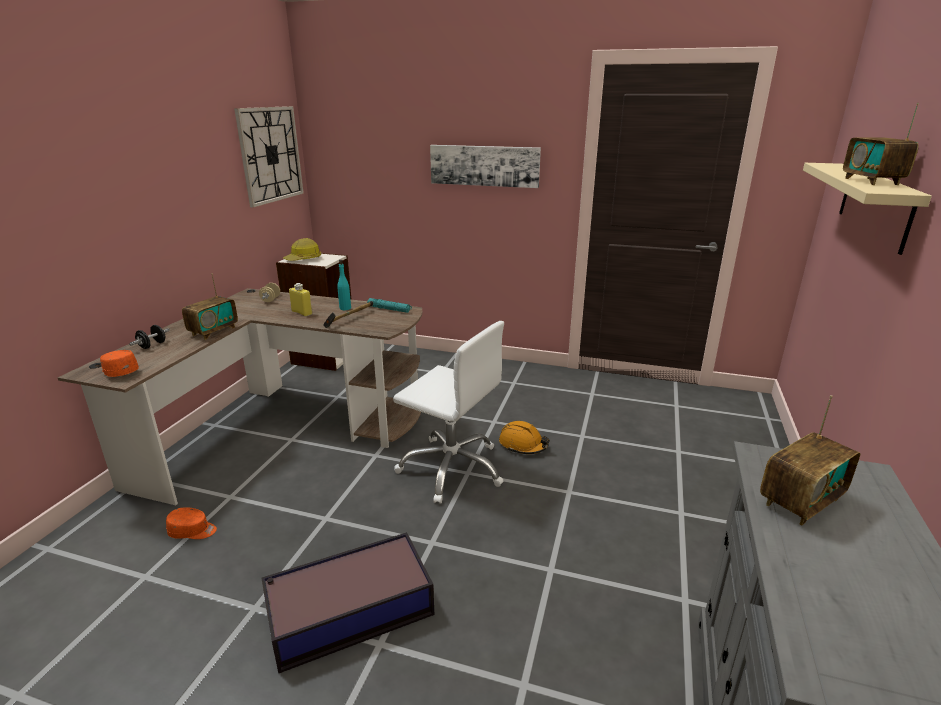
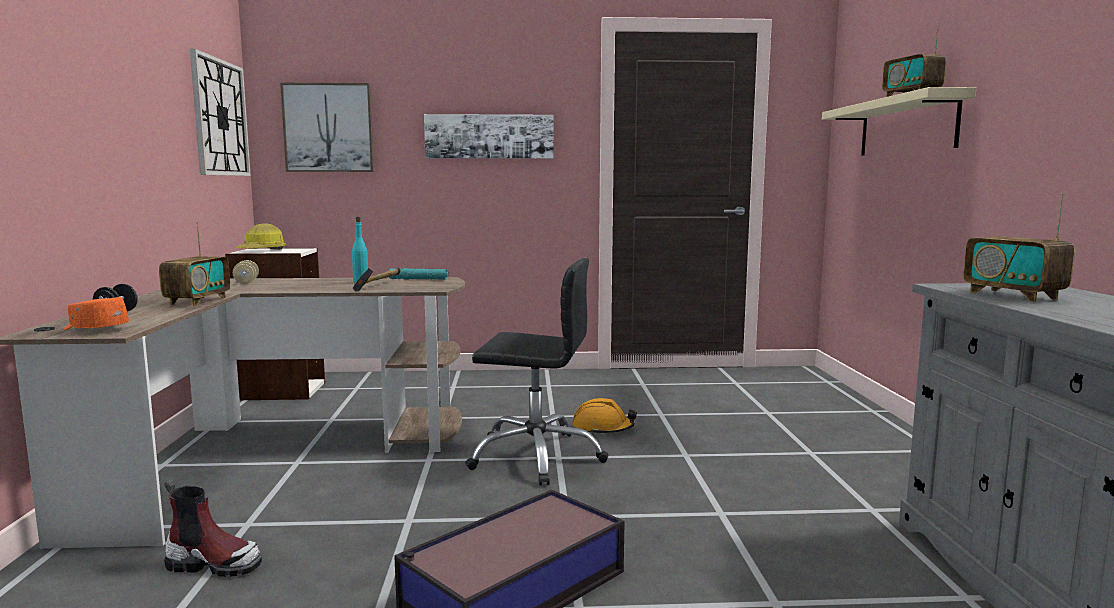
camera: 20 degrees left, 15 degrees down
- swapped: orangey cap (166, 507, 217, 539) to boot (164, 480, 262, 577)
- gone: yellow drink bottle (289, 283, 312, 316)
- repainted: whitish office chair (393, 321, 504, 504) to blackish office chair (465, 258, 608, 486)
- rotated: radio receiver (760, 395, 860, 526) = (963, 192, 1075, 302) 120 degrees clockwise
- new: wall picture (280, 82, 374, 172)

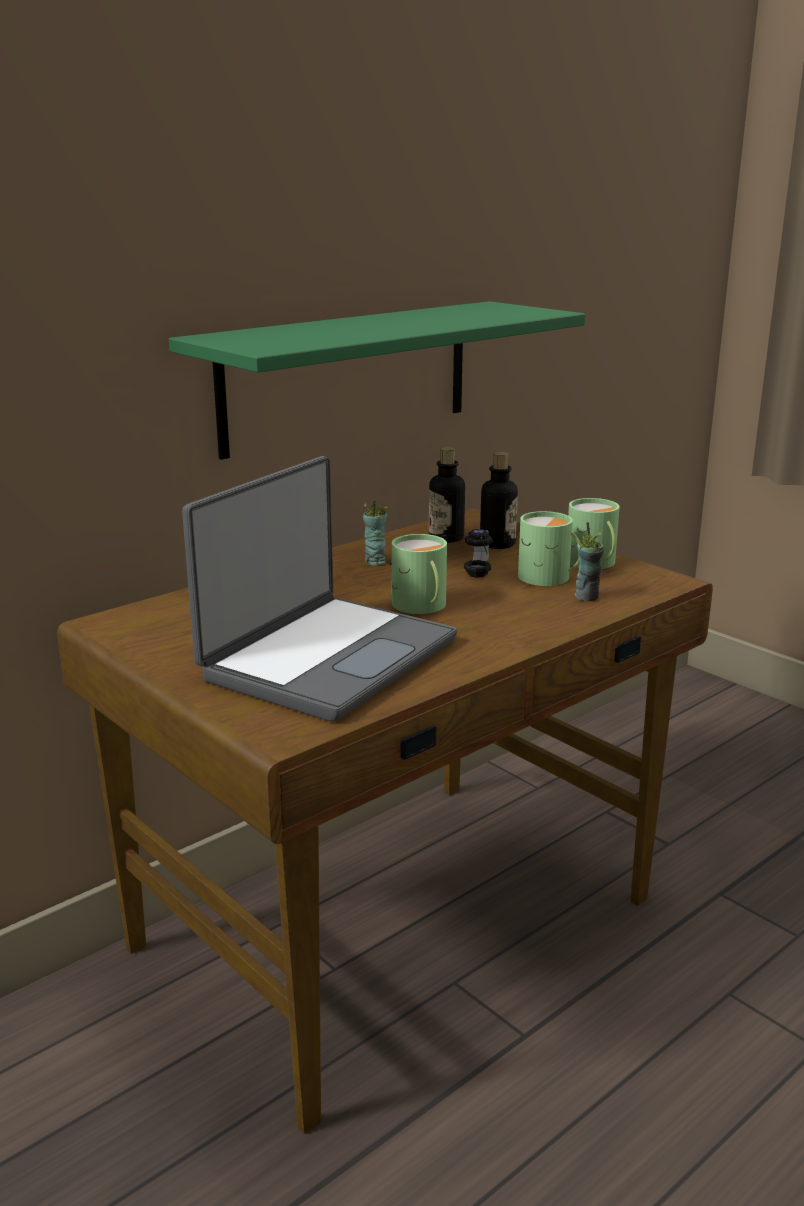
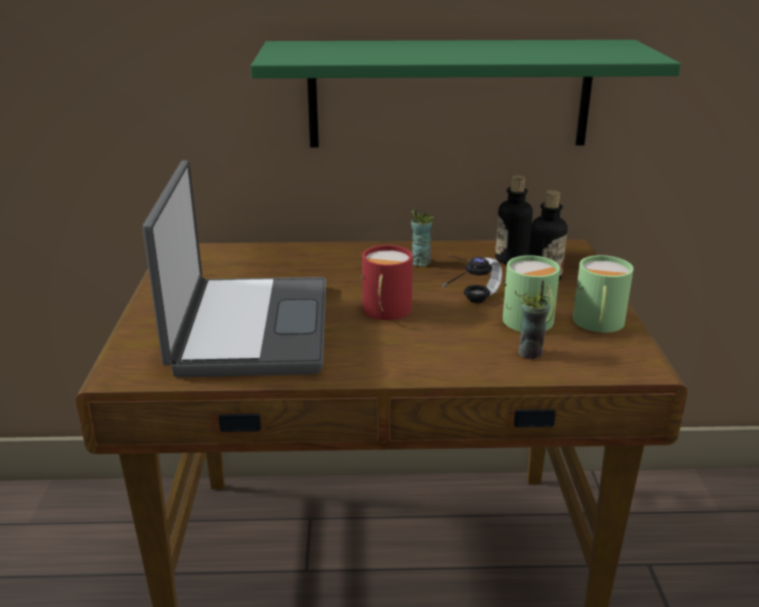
camera: 40 degrees right, 5 degrees up
- rotated: portable computer (182, 456, 457, 722) = (143, 160, 326, 377) 75 degrees counterclockwise
- repainted: greenish coffee mug (390, 534, 447, 614) to red coffee mug (361, 245, 413, 320)

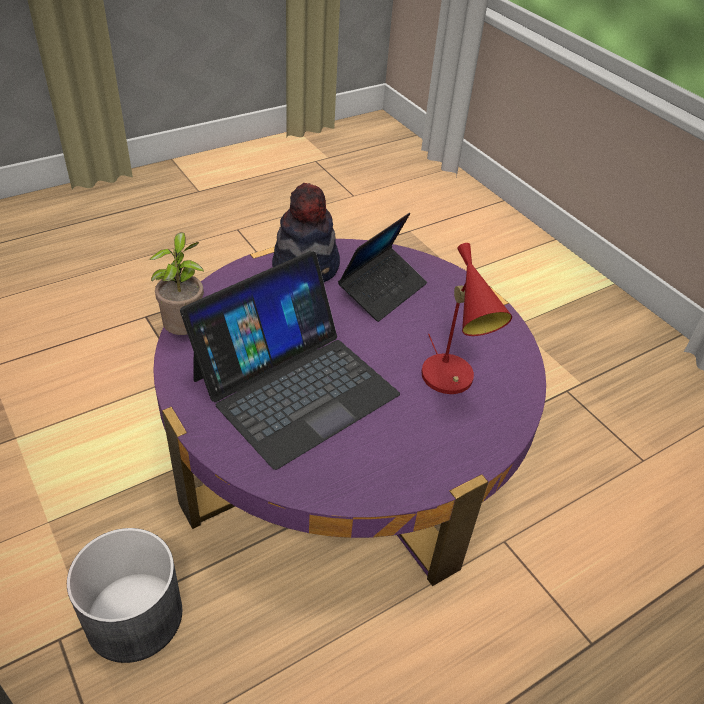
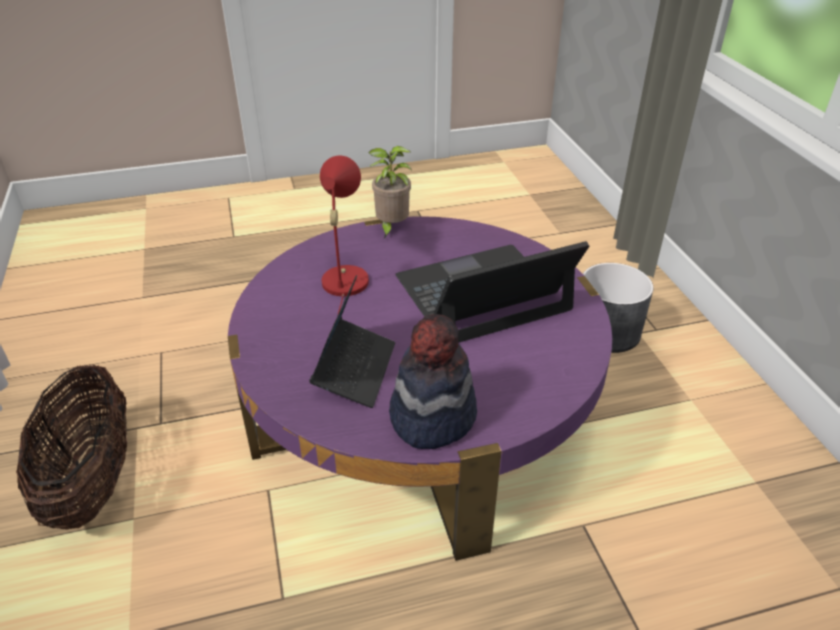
camera: 160 degrees left, 5 degrees down
- shifted: plant in a pot (149, 232, 204, 335) to (368, 146, 412, 238)
- rotated: portable computer (338, 213, 427, 322) = (309, 275, 395, 408) 135 degrees clockwise
- new: basket (16, 364, 127, 530)

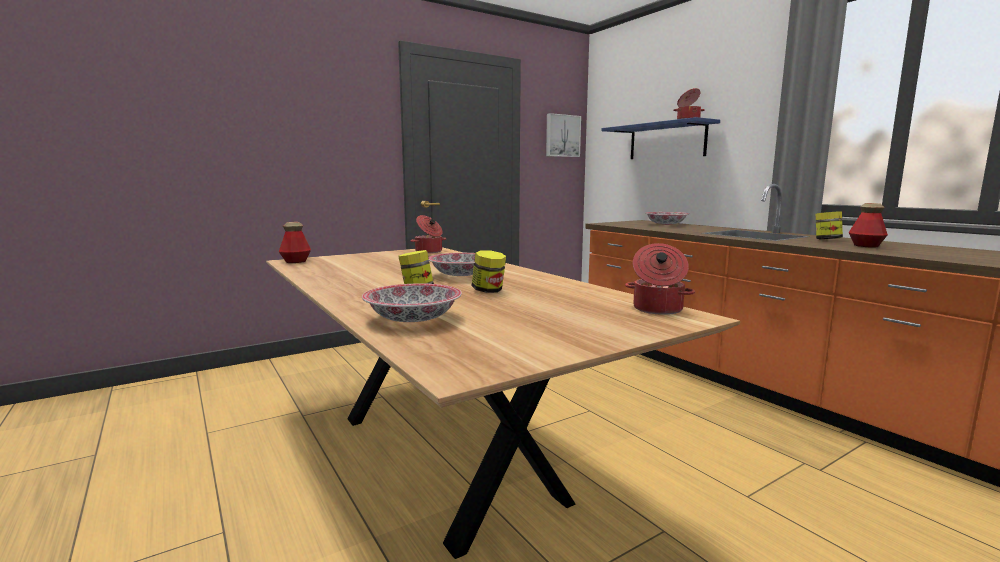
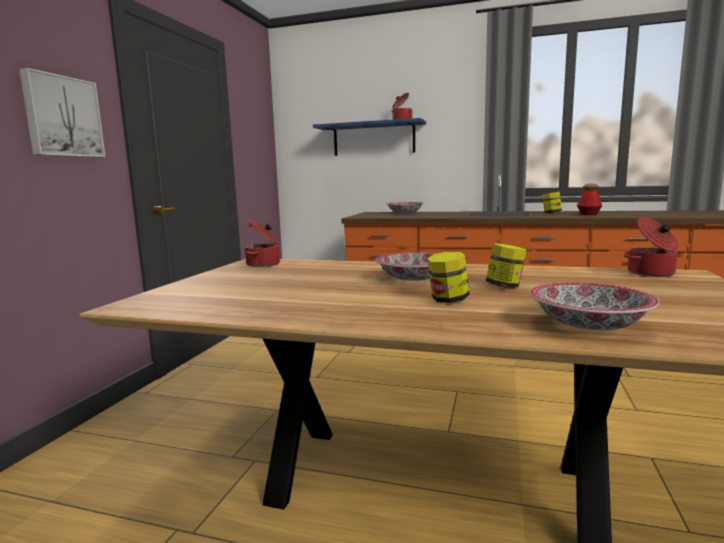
camera: 40 degrees left, 0 degrees up
- gone: drink bottle (279, 222, 311, 263)
- shifted: wall picture (546, 113, 581, 157) to (19, 68, 106, 157)

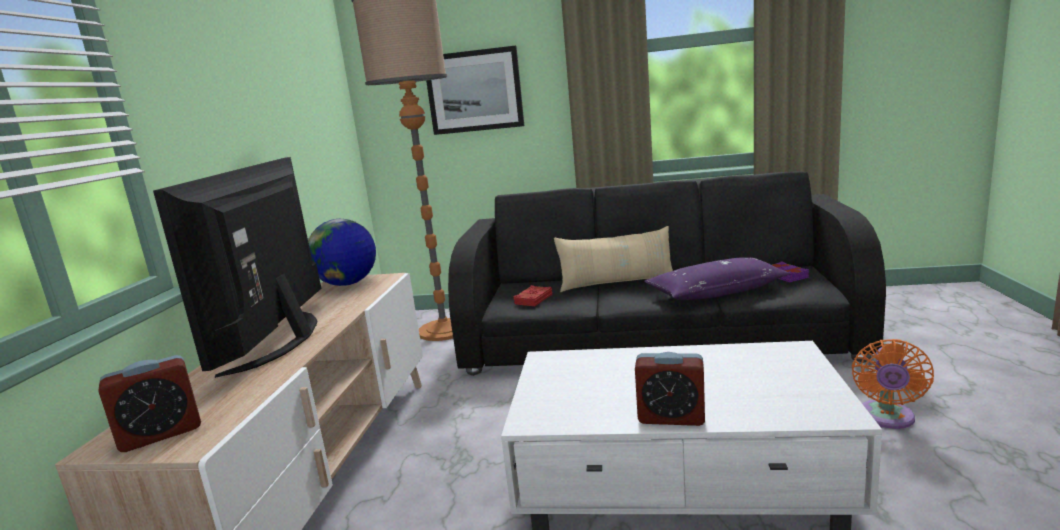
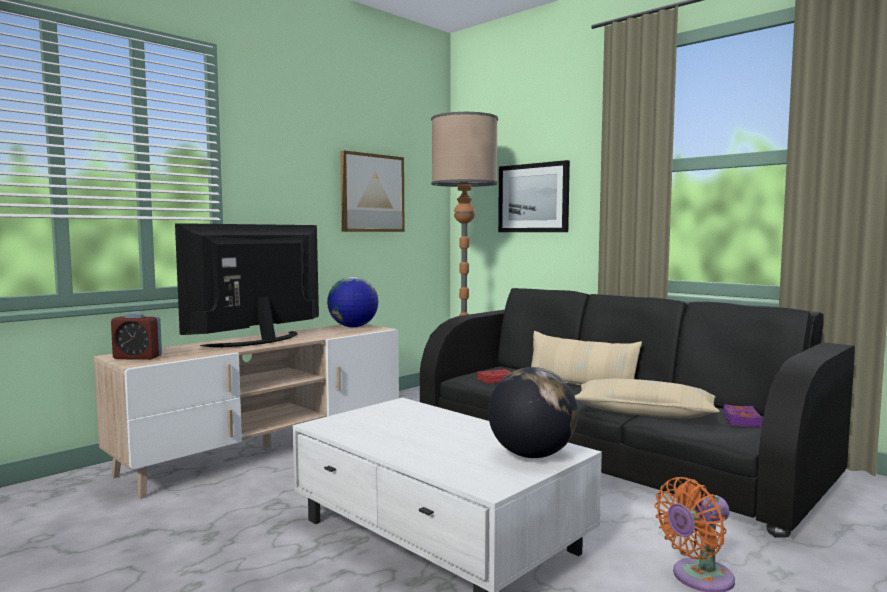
camera: 35 degrees right, 10 degrees down
- gone: bedside clock (635, 352, 705, 426)
- repainted: purple-coloured cushion (644, 257, 790, 300) to sand-coloured cushion (575, 379, 720, 418)
- new: wall picture (340, 150, 404, 232)
- new: world globe (488, 367, 578, 458)

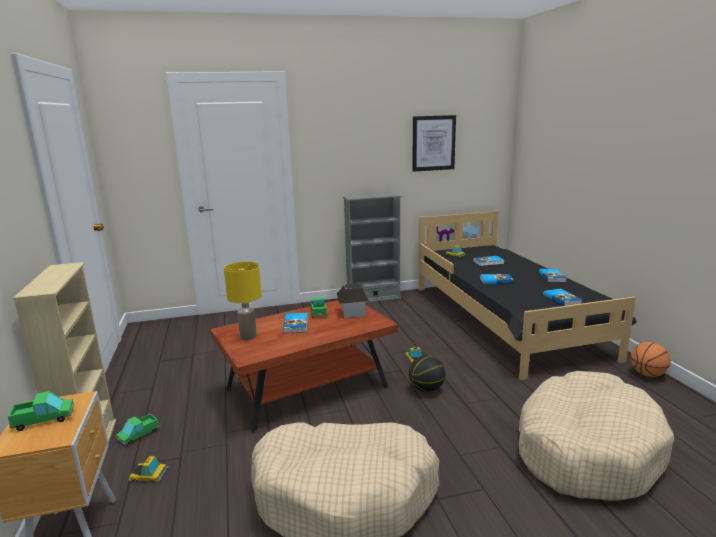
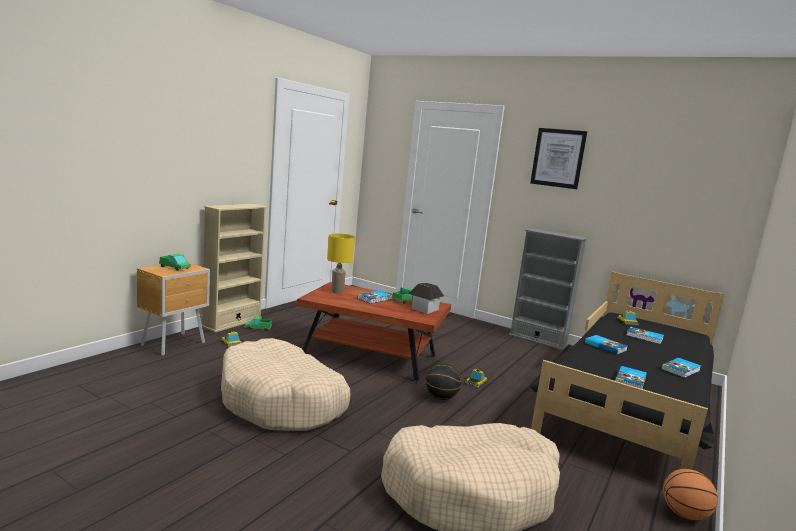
camera: 45 degrees right, 5 degrees down
- shifted: wall picture (412, 115, 456, 172) to (530, 128, 587, 189)

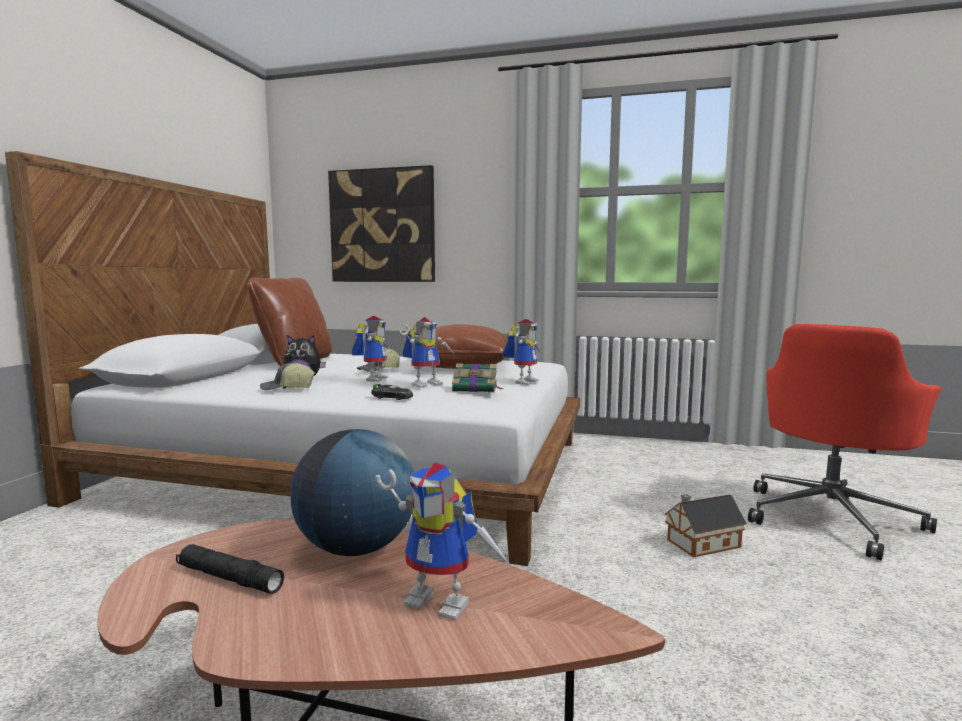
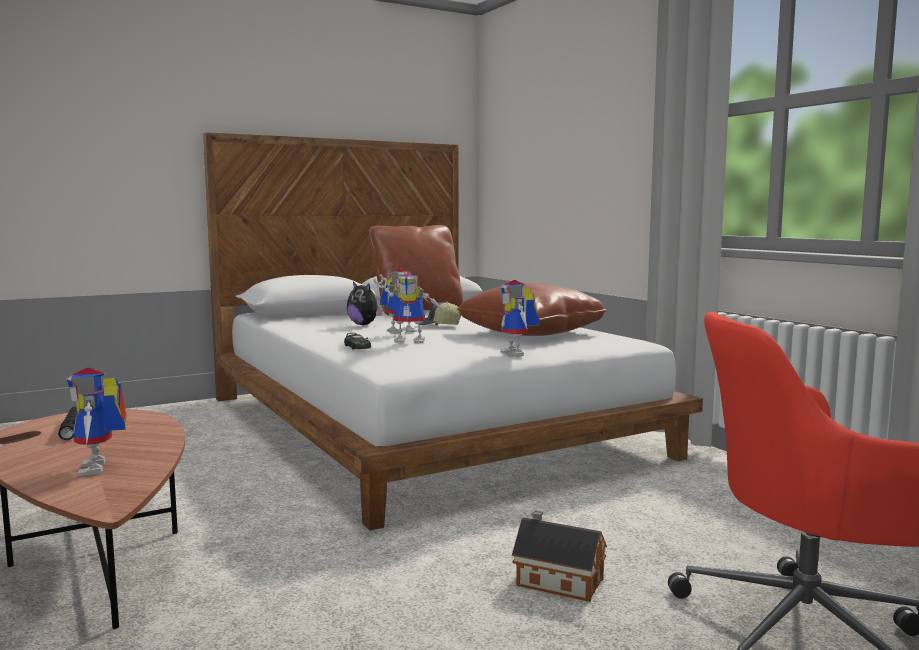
camera: 45 degrees right, 0 degrees up
- gone: cap (260, 362, 315, 390)
- gone: world globe (290, 429, 414, 556)
- gone: wall picture (328, 165, 435, 282)
- gone: book (452, 363, 501, 392)
- rotated: toy robot (503, 319, 540, 385) = (500, 280, 540, 357) 90 degrees clockwise

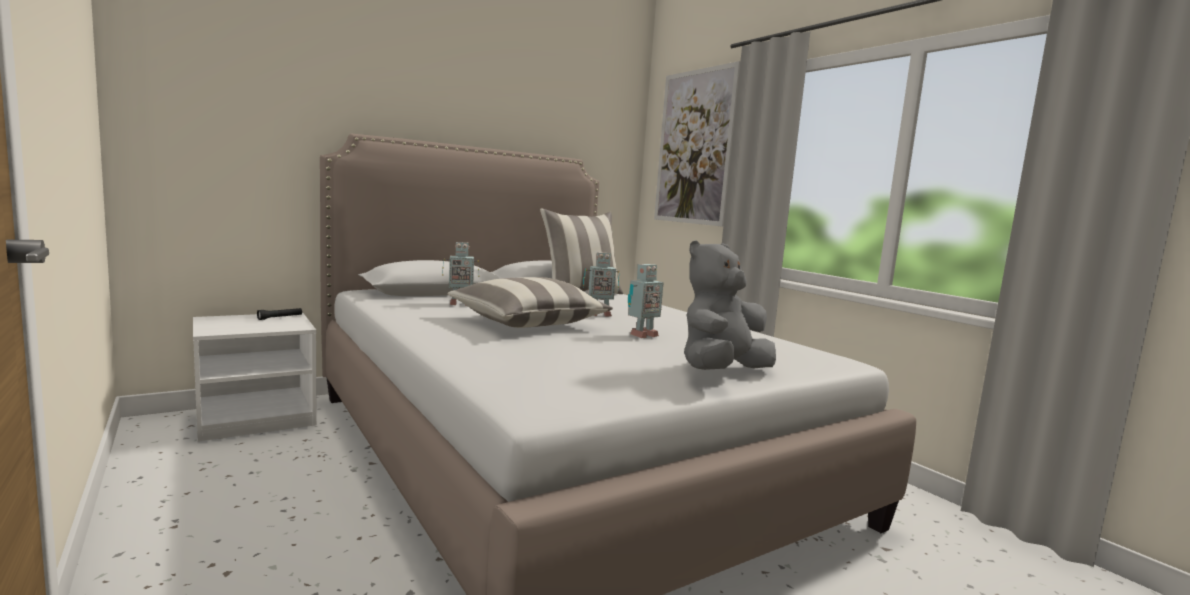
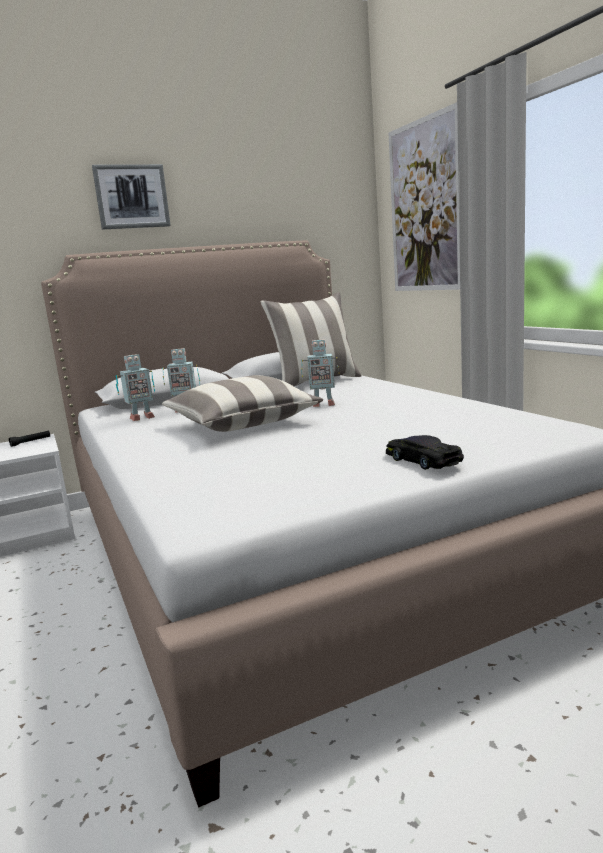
camera: 10 degrees right, 5 degrees up
- shifted: toy robot (628, 264, 664, 338) to (116, 354, 155, 421)
- swapped: gray cuddly toy (684, 240, 776, 370) to blackish miniature car (386, 435, 464, 470)
- new: wall picture (92, 164, 171, 229)

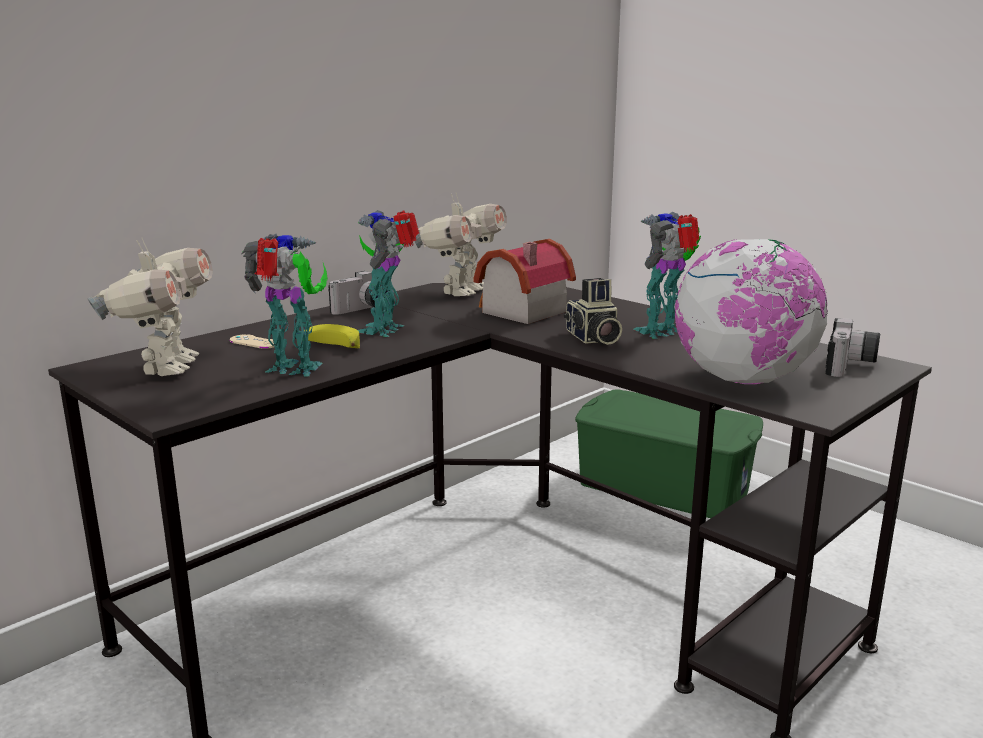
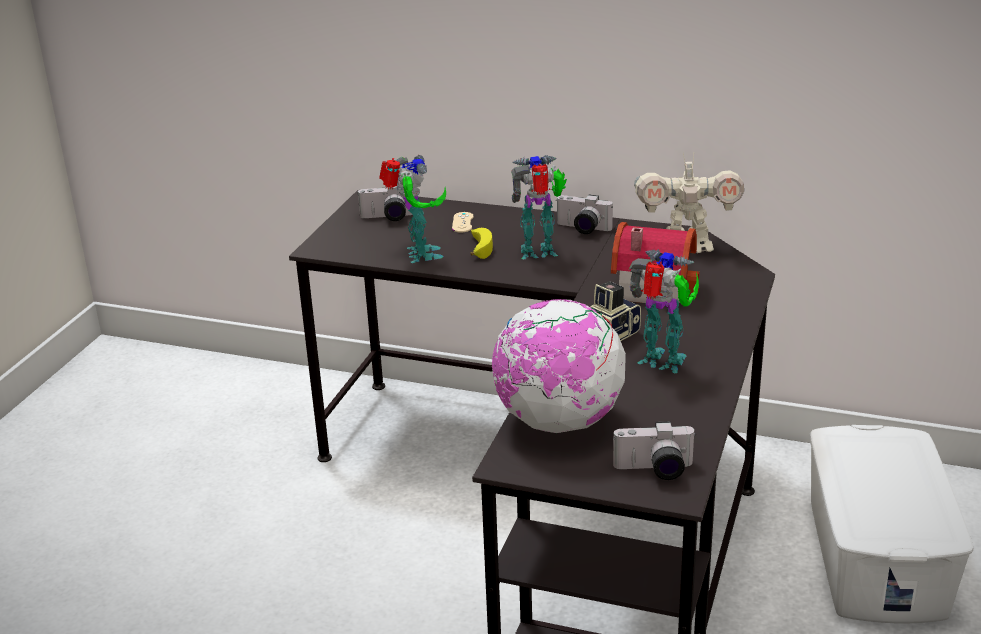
camera: 65 degrees right, 10 degrees up
- swapped: toy robot (88, 238, 213, 376) to photo camera (357, 186, 413, 221)
- repainted: greenish storage container (575, 390, 763, 518) to whitish storage container (810, 425, 974, 623)

